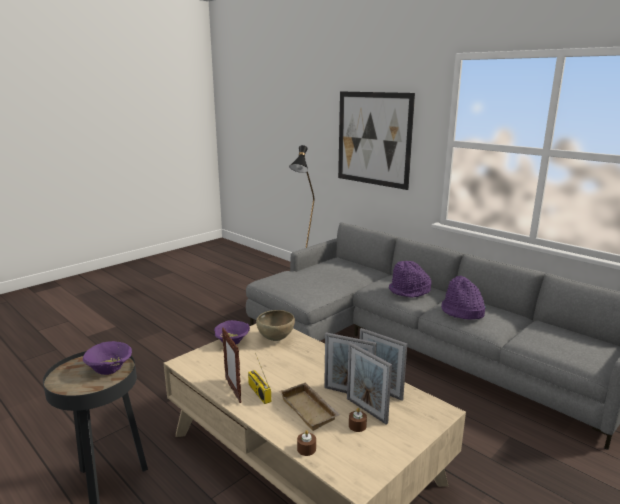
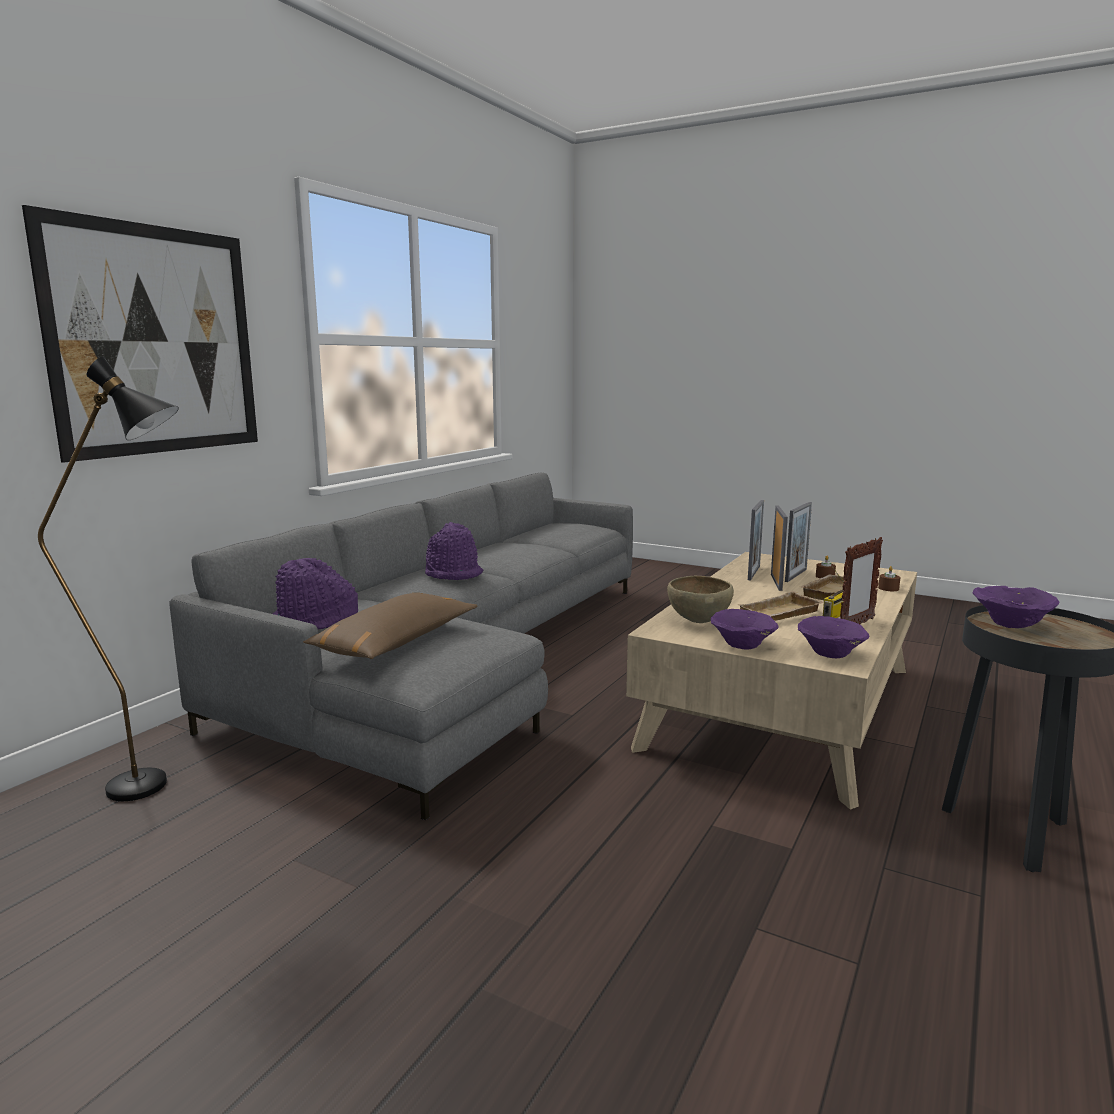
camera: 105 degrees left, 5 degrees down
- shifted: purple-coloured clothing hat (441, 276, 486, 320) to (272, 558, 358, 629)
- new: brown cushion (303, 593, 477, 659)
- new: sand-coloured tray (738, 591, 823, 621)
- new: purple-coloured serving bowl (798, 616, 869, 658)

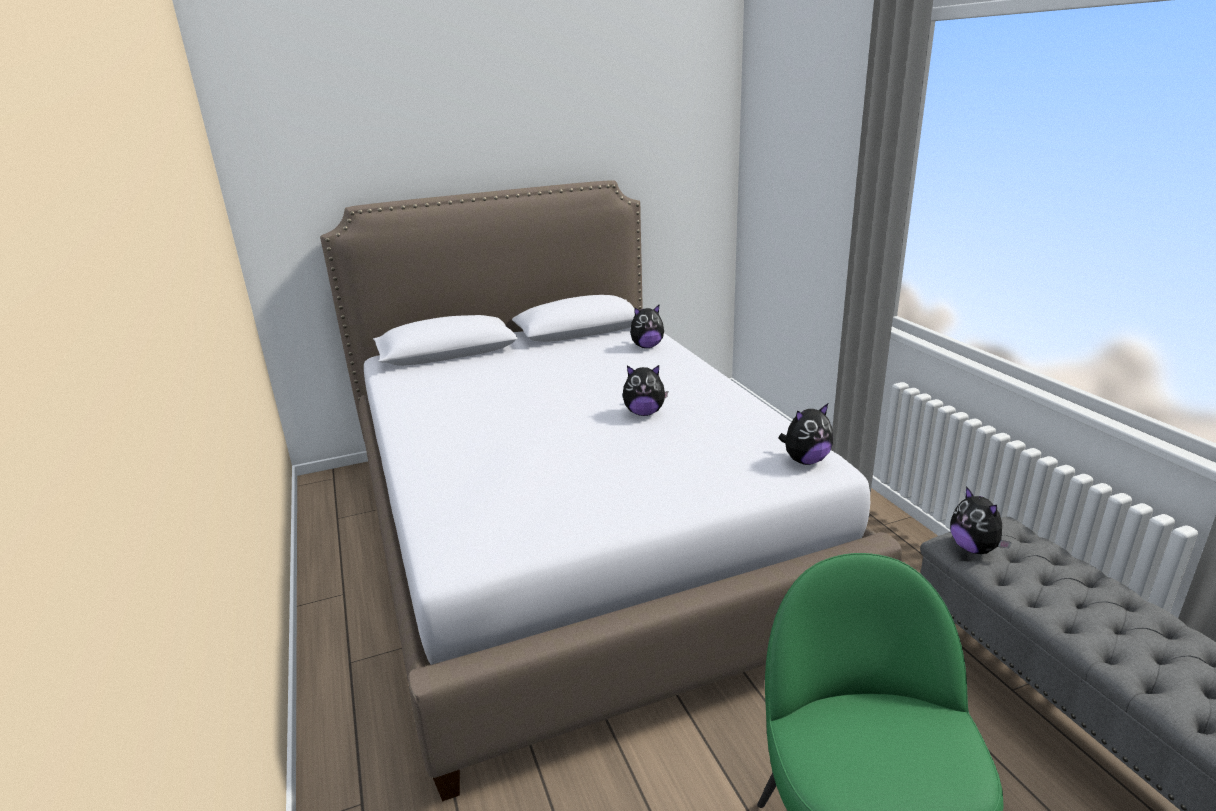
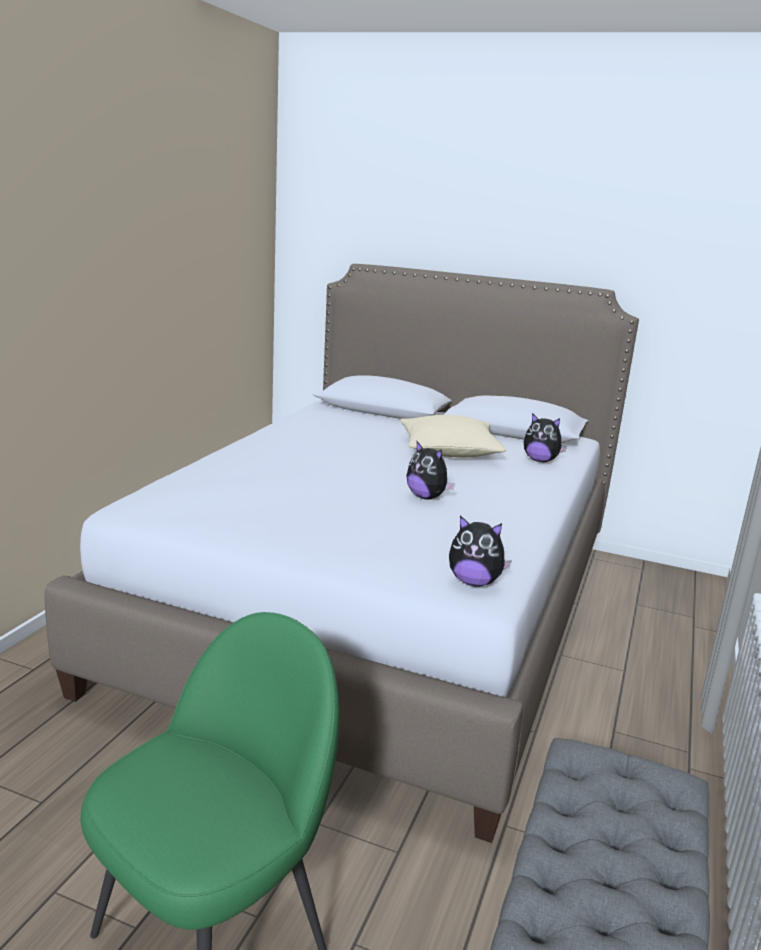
camera: 40 degrees right, 5 degrees down
- gone: cuddly toy (950, 486, 1012, 554)
- new: sand-coloured cushion (401, 415, 506, 457)

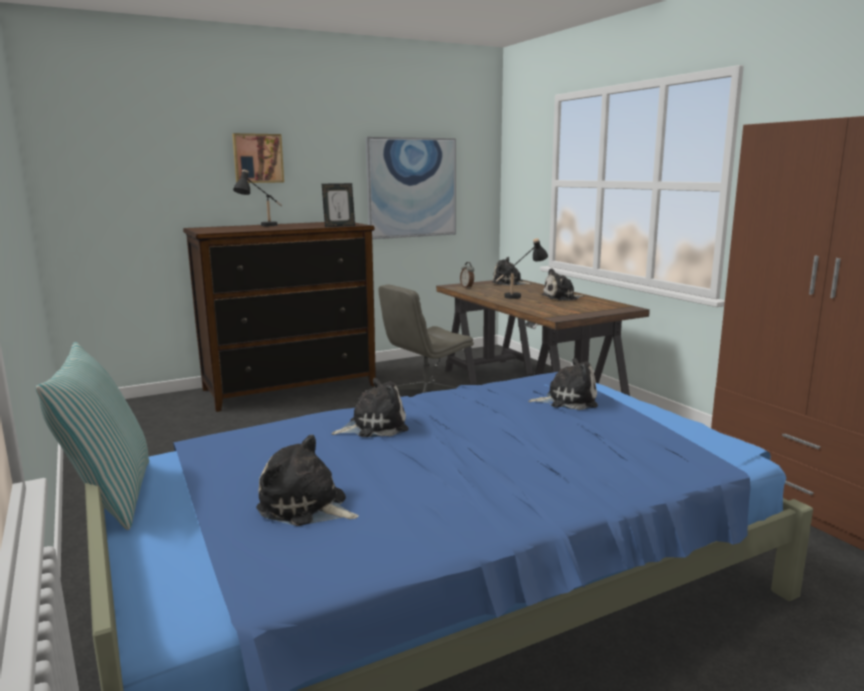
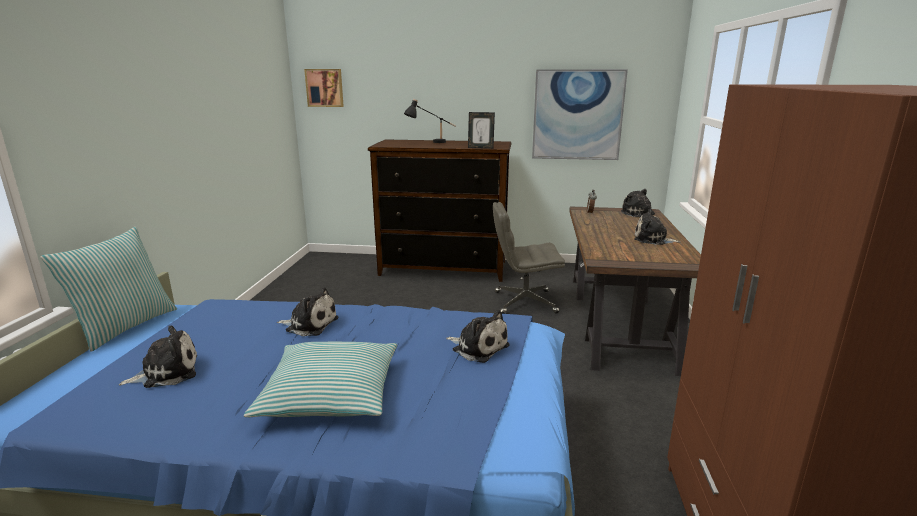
camera: 35 degrees right, 5 degrees up
- shifted: wall picture (232, 133, 284, 183) to (304, 69, 344, 107)
- rotated: cuddly toy (256, 435, 359, 526) = (119, 325, 197, 388) 90 degrees clockwise
- gone: blackish lamp for a table (496, 238, 548, 299)
- new: cushion (244, 342, 397, 417)

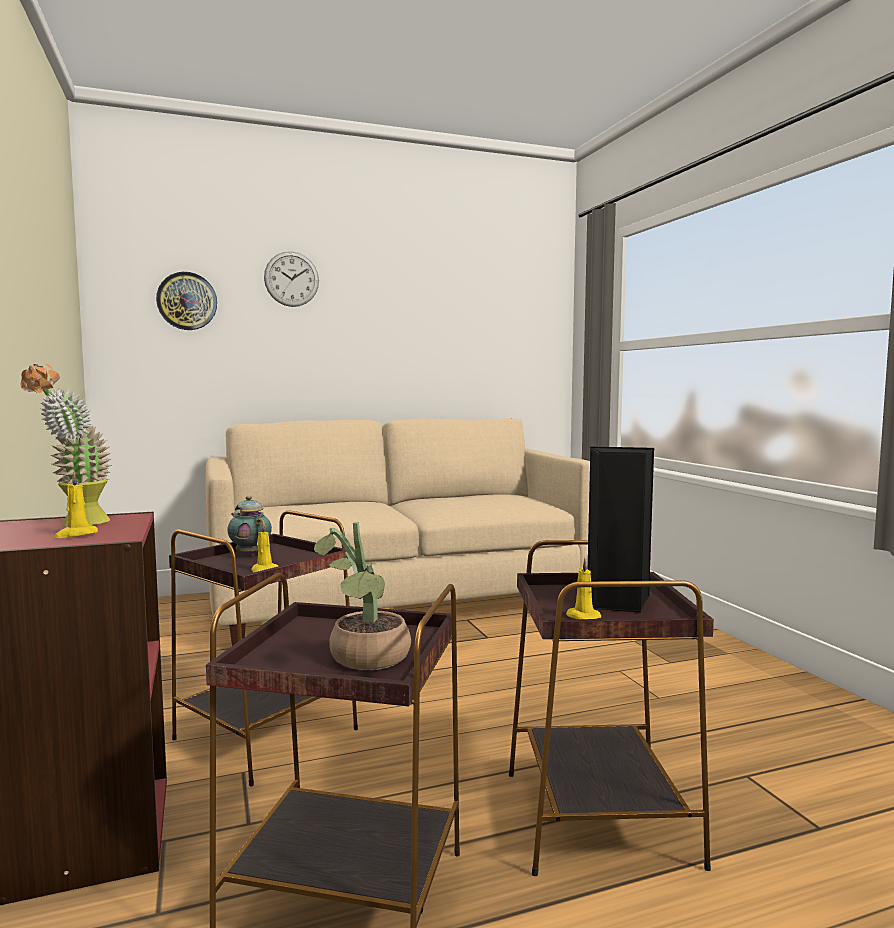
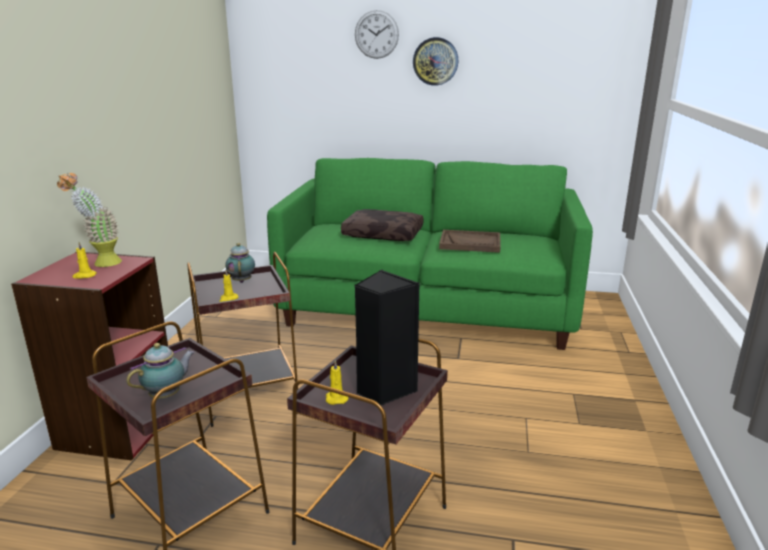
camera: 30 degrees right, 15 degrees up
- shifted: hanging clock (156, 272, 217, 330) to (413, 37, 458, 86)
- repainted: sand-coloured settee (205, 418, 590, 646) to greenish settee (267, 158, 593, 350)
- swapped: plant in a pot (314, 522, 411, 670) to pot for tea (126, 343, 195, 399)
- new: brown cushion (341, 209, 424, 241)
- new: brown tray (439, 230, 501, 253)

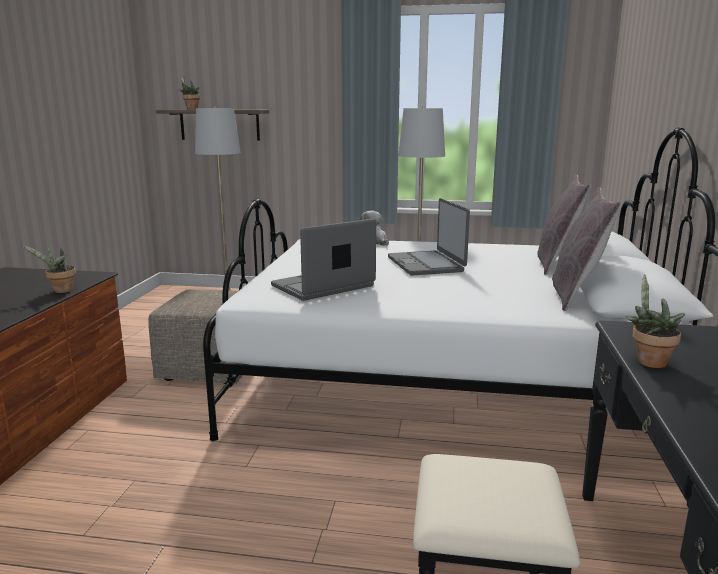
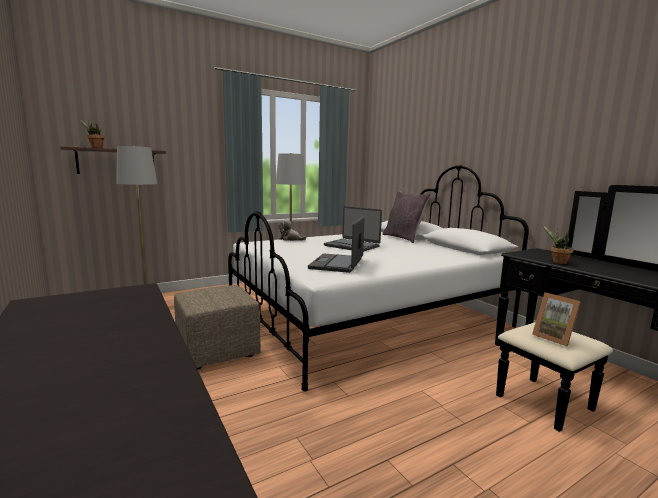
camera: 40 degrees left, 5 degrees down
- gone: plant in a pot (21, 244, 76, 293)
- gone: gray cushion (552, 187, 623, 311)
- new: standing frame (532, 292, 581, 347)

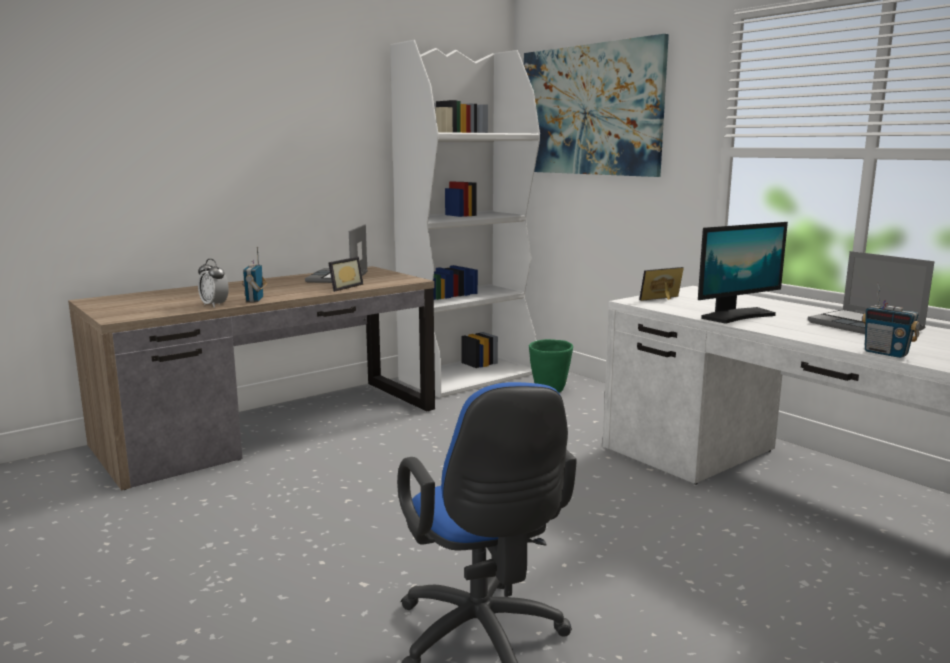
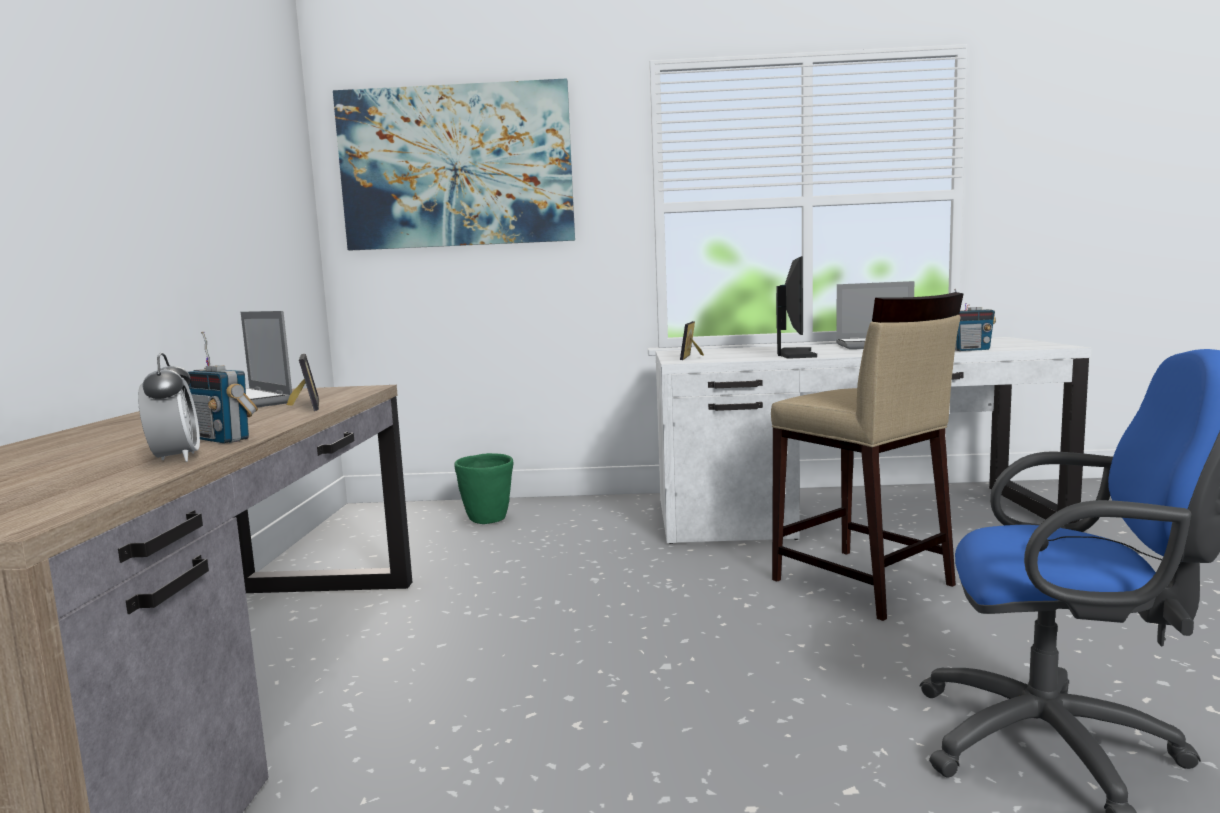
camera: 50 degrees left, 5 degrees down
- rotated: bedside clock (198, 259, 229, 308) = (138, 353, 200, 462) 105 degrees counterclockwise
- gone: whitish bookshelf (390, 40, 540, 398)
- new: sand-coloured sitting stool (771, 292, 963, 621)

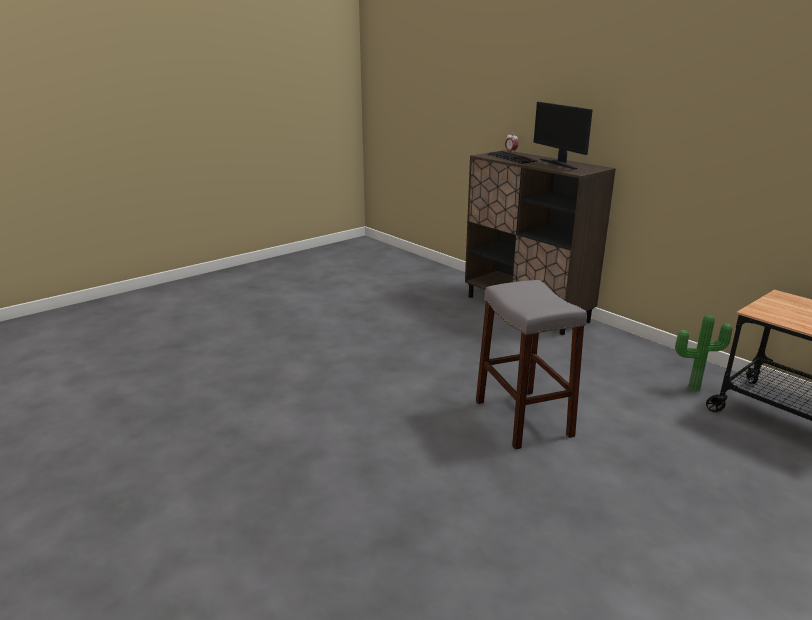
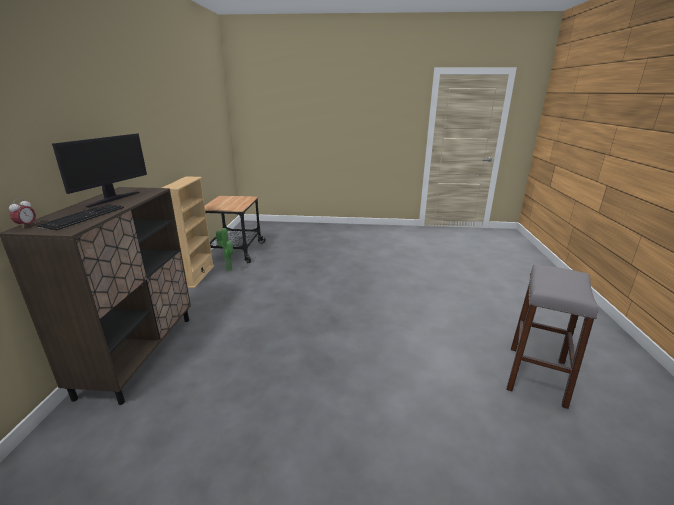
camera: 135 degrees left, 0 degrees up
- shifted: gray sitting stool (476, 280, 587, 450) to (506, 264, 599, 409)
- new: sand-coloured bookshelf (162, 176, 214, 288)

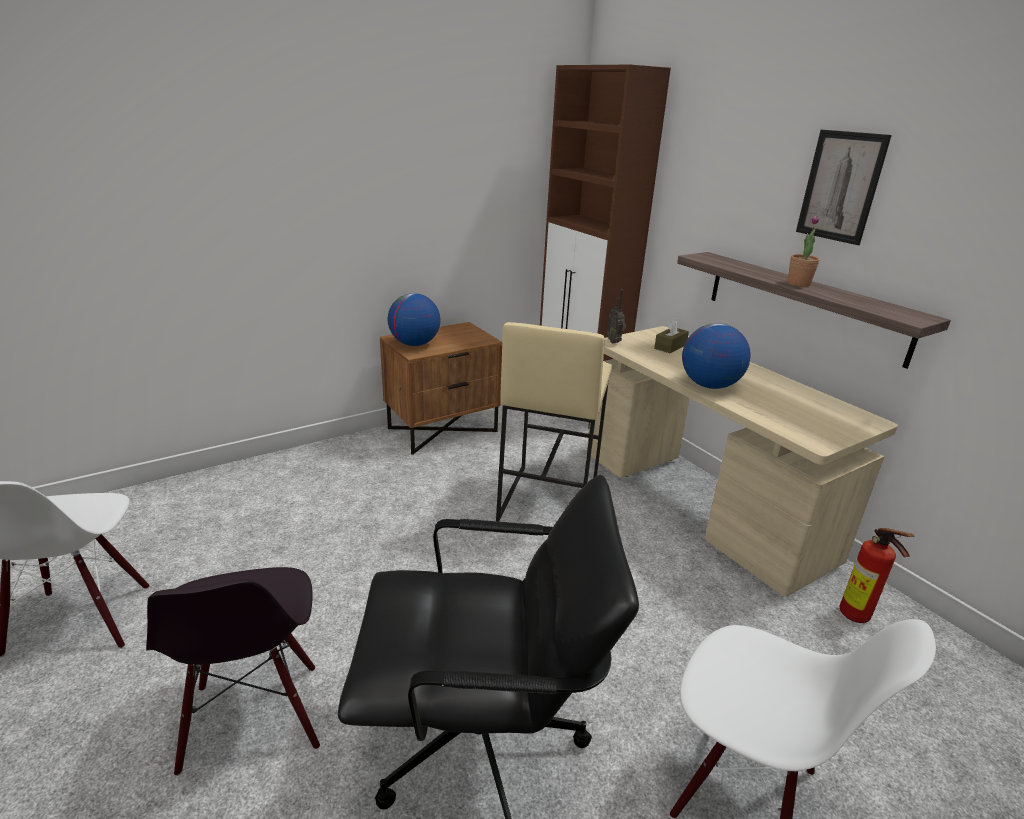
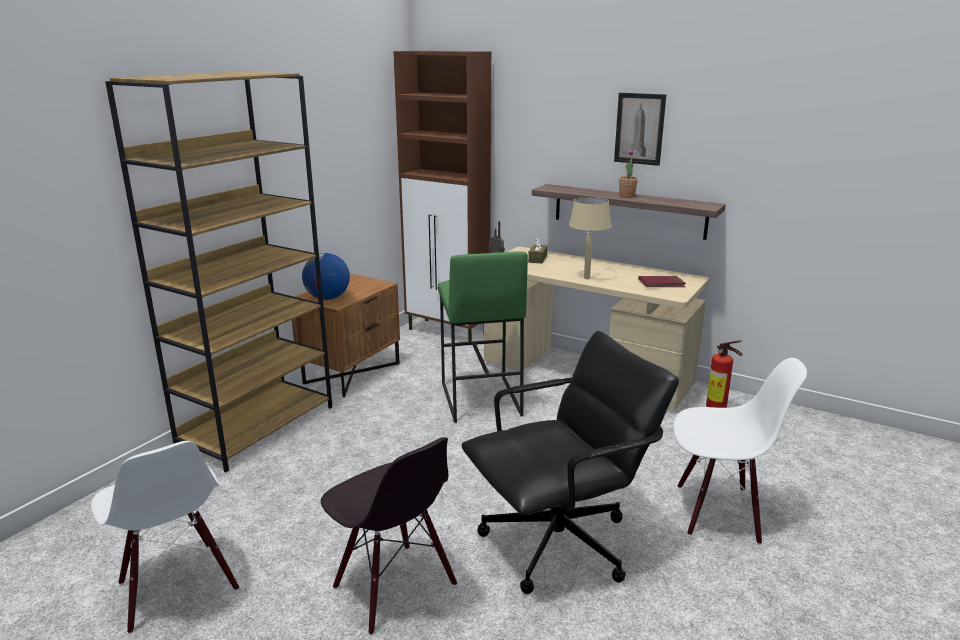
camera: 25 degrees left, 5 degrees down
- repainted: sand-coloured sitting stool (496, 322, 612, 521) to greenish sitting stool (438, 252, 528, 423)
- swapped: world globe (682, 323, 751, 389) to sand-coloured lamp for a table (569, 197, 612, 279)
- new: brown bookshelf (105, 71, 332, 472)
- new: red book (638, 276, 686, 287)

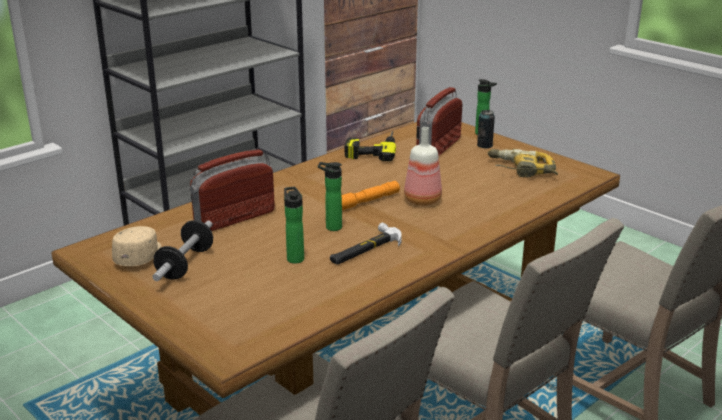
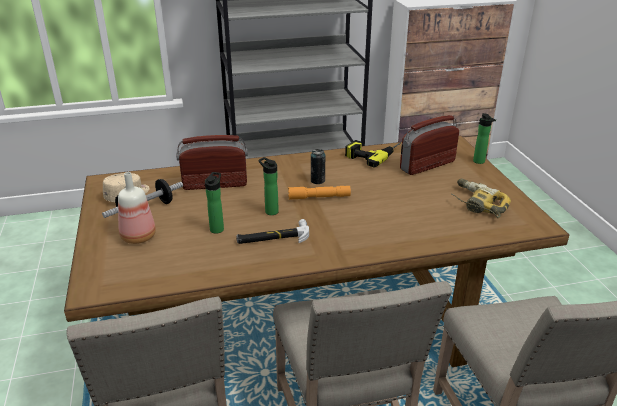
camera: 30 degrees right, 5 degrees up
- shifted: drink bottle (404, 127, 442, 206) to (118, 172, 156, 244)
- shifted: can (477, 110, 495, 149) to (311, 149, 326, 184)

